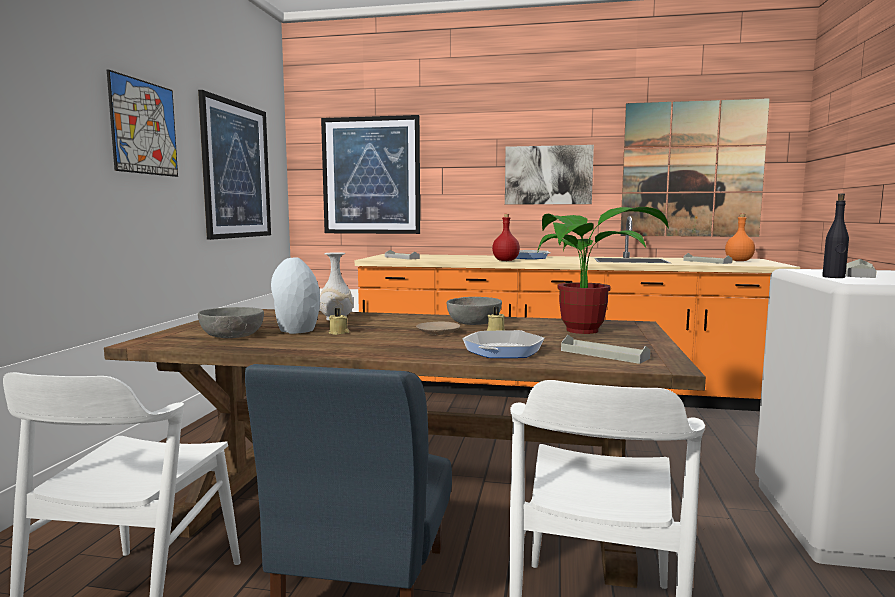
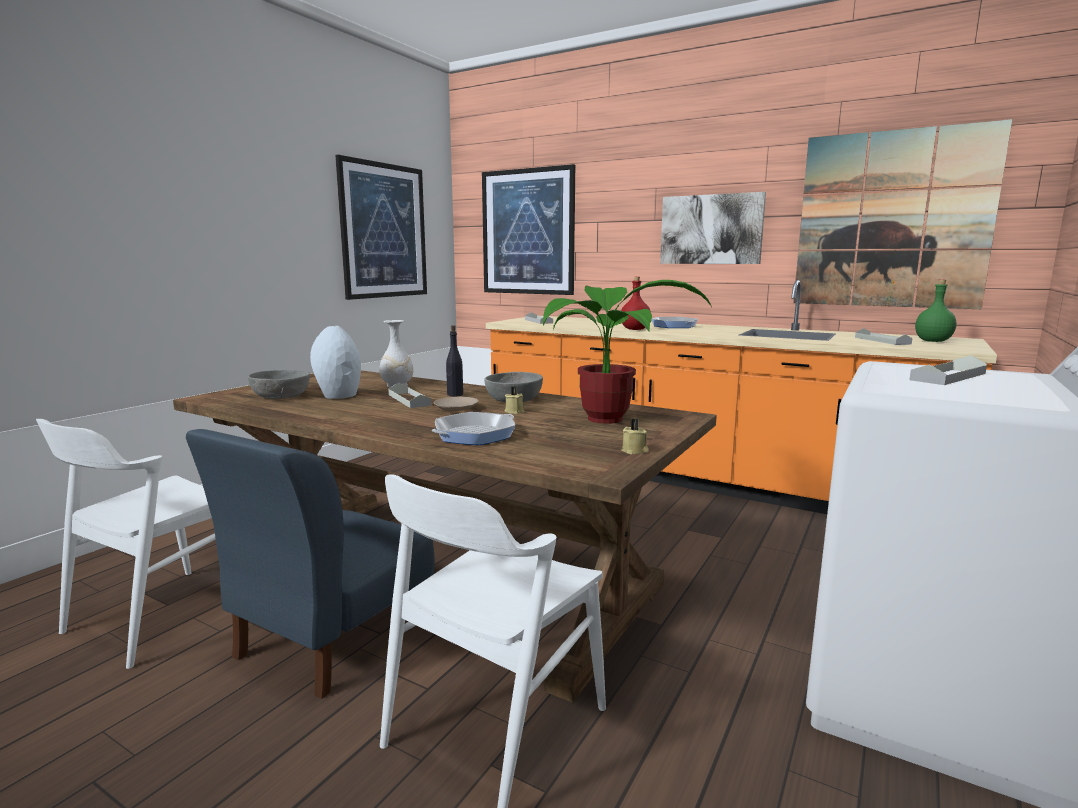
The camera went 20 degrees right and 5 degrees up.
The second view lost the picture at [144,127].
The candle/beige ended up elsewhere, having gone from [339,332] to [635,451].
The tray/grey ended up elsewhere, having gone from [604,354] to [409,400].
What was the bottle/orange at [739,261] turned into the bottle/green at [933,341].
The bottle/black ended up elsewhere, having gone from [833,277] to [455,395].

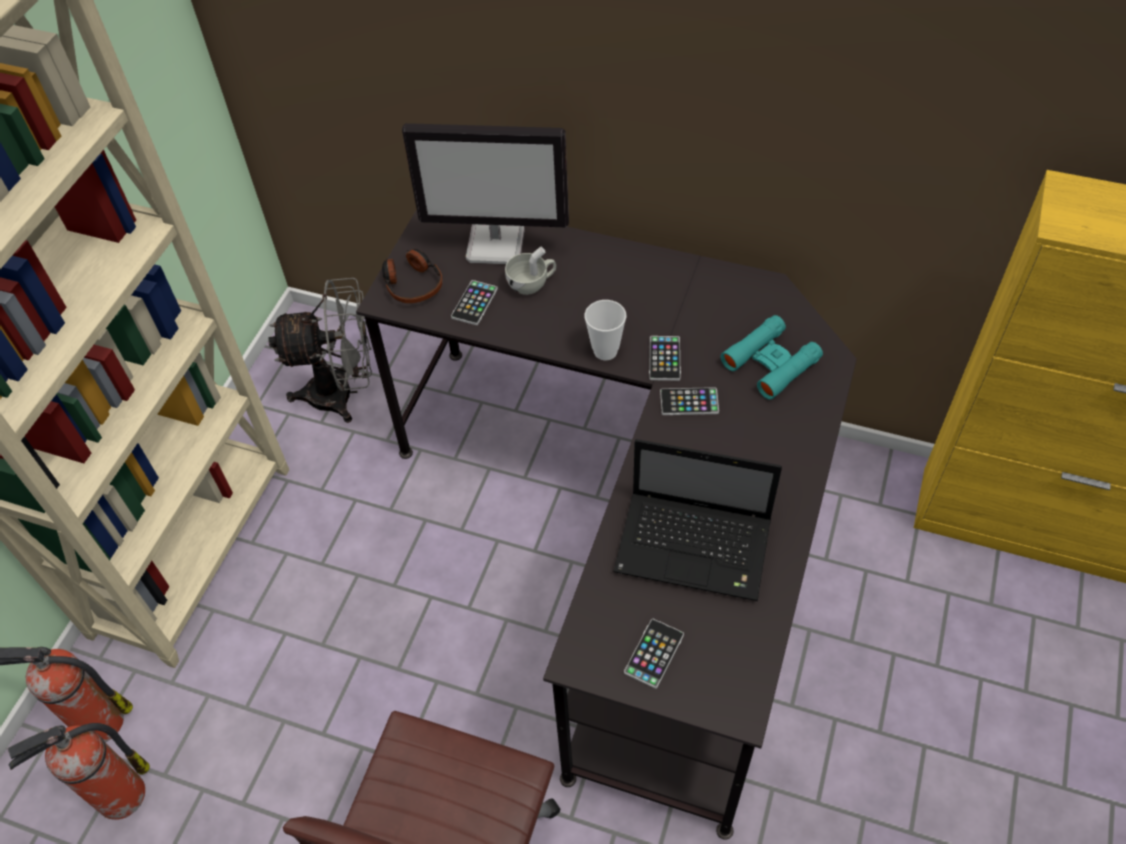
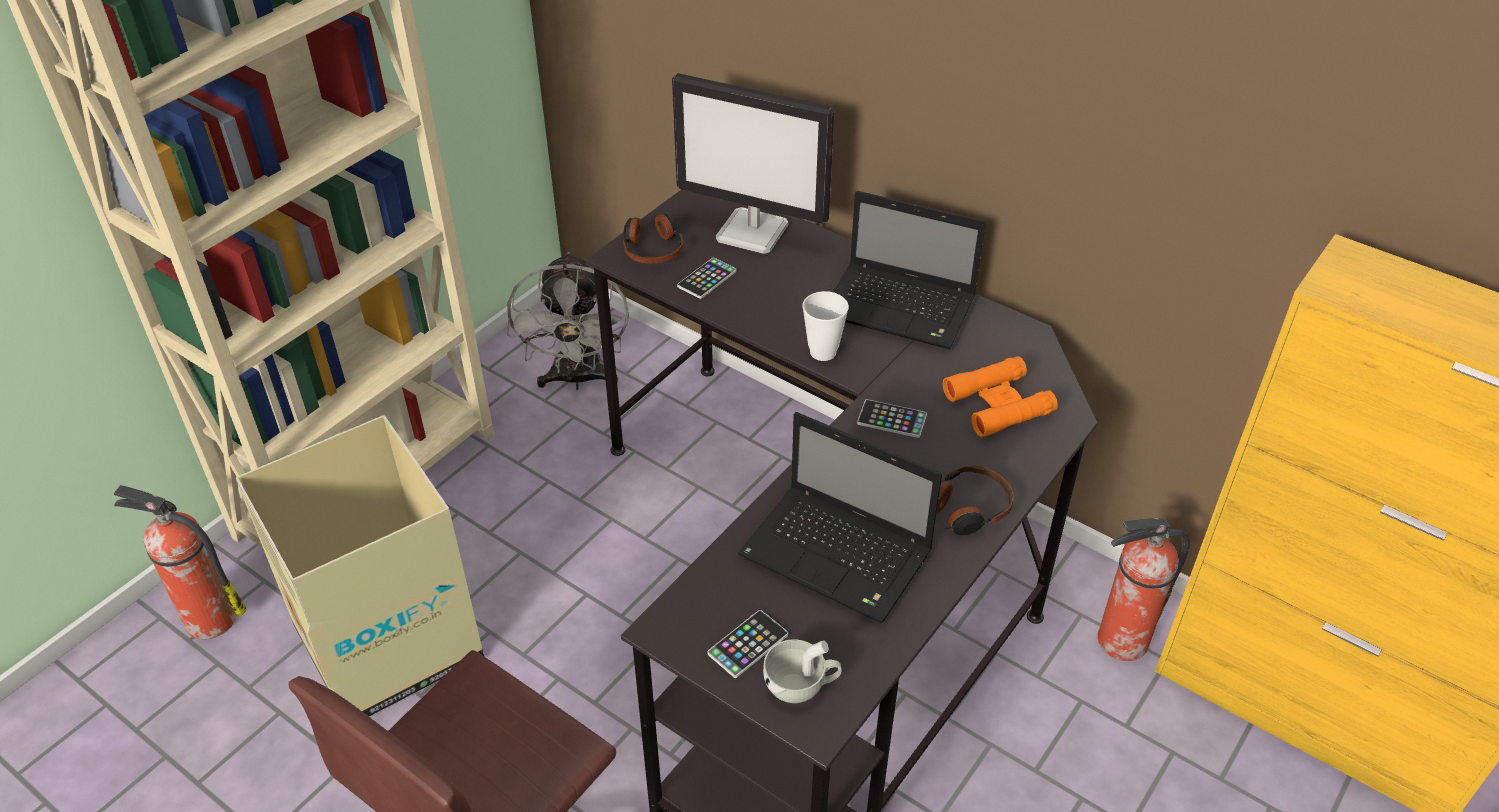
The camera went 15 degrees right and 10 degrees down.
The fire extinguisher ended up elsewhere, having gone from [118,797] to [1120,641].
The fan/grey at [343,394] ended up facing another way, 75 degrees clockwise from before.
The cup/white ended up elsewhere, having gone from [532,283] to [801,686].
The second view lost the phone at [664,359].
What was the binoculars/turquoise at [770,363] turned into the binoculars/orange at [998,404].
The second view gained the cardboard box at [388,641].
The second view gained the laptop at [902,308].
The second view gained the headphones at [966,509].

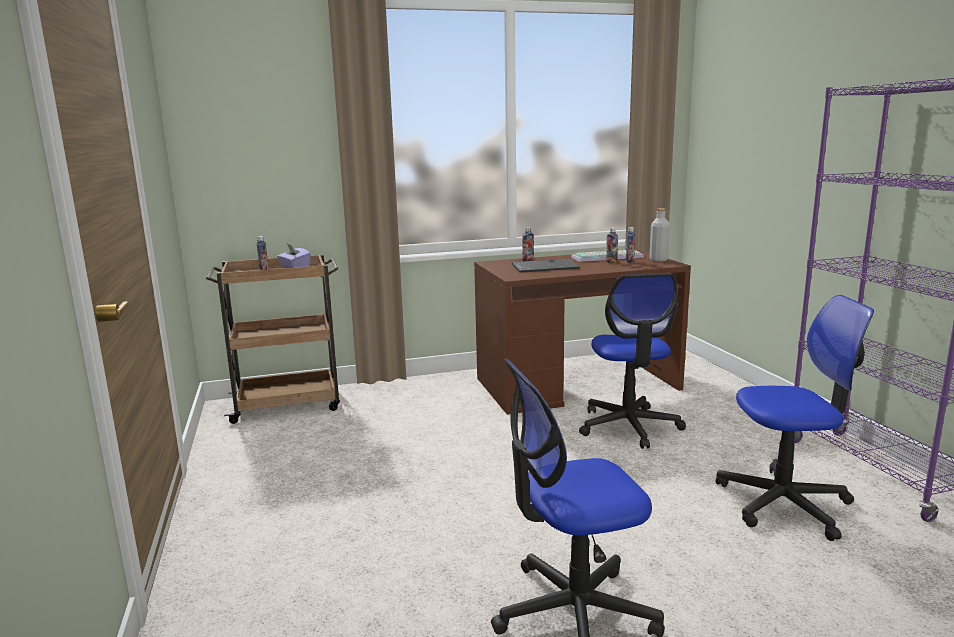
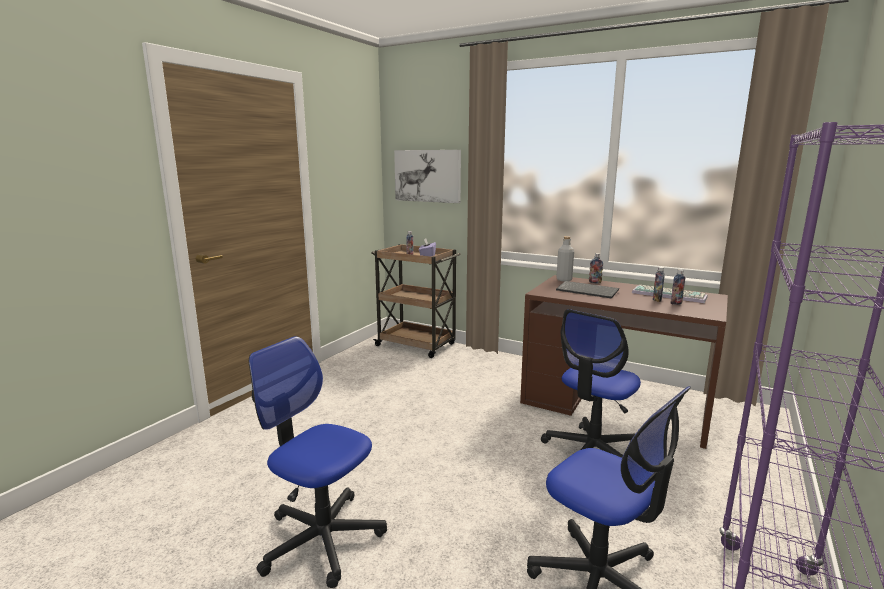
The camera went 45 degrees right and 0 degrees up.
The bottle/grey ended up elsewhere, having gone from [658,260] to [564,280].
The second view gained the picture at [428,176].

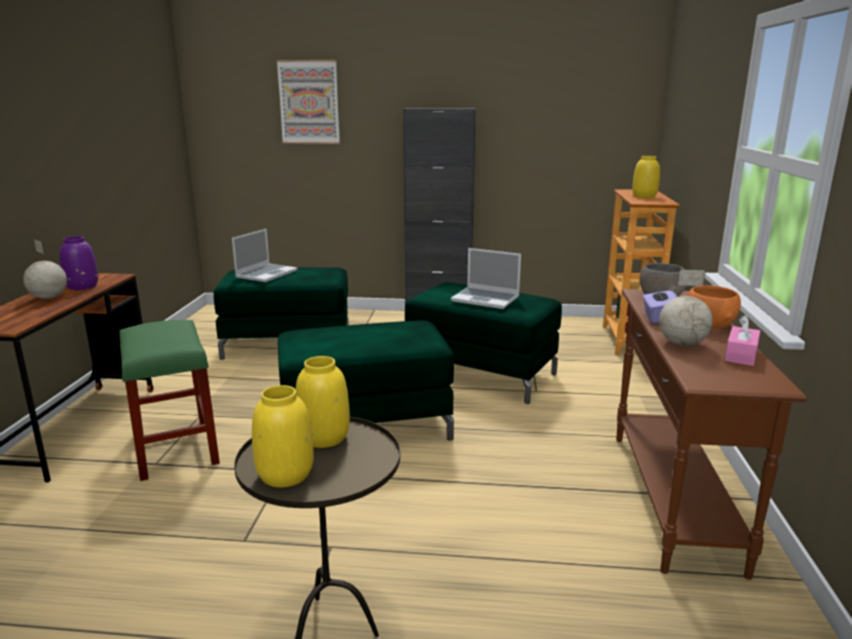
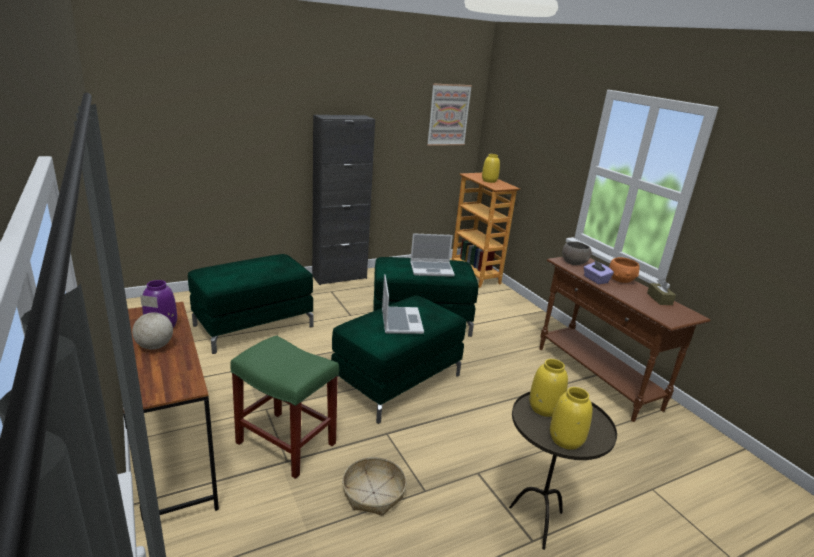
The camera went 35 degrees left and 5 degrees up.
The laptop ended up elsewhere, having gone from [266,274] to [400,321].
The picture ended up elsewhere, having gone from [309,102] to [448,115].
The second view lost the globe at [681,343].
What was the tissue box/pink at [741,355] turned into the tissue box/brown at [659,299].
The second view gained the basket at [373,493].

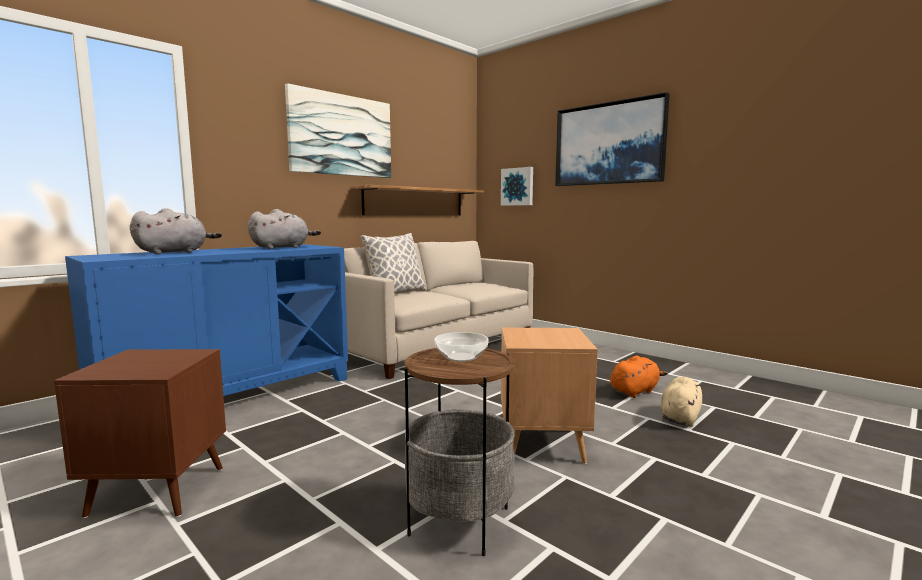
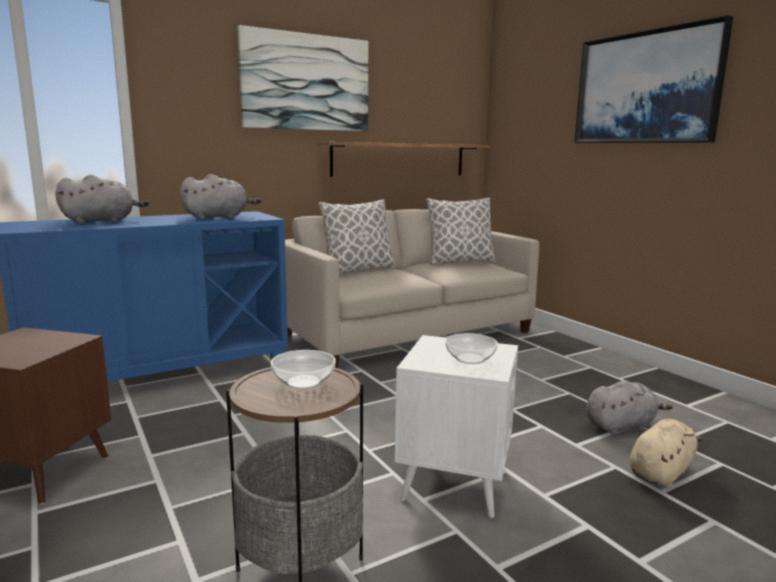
The camera went 15 degrees right and 5 degrees up.
The second view lost the picture at [517,186].
What was the side table/brown at [542,445] turned into the side table/white at [454,483].
What was the plush toy/orange at [635,391] turned into the plush toy/grey at [621,426].
The second view gained the pillow at [459,262].
The second view gained the bowl at [470,359].

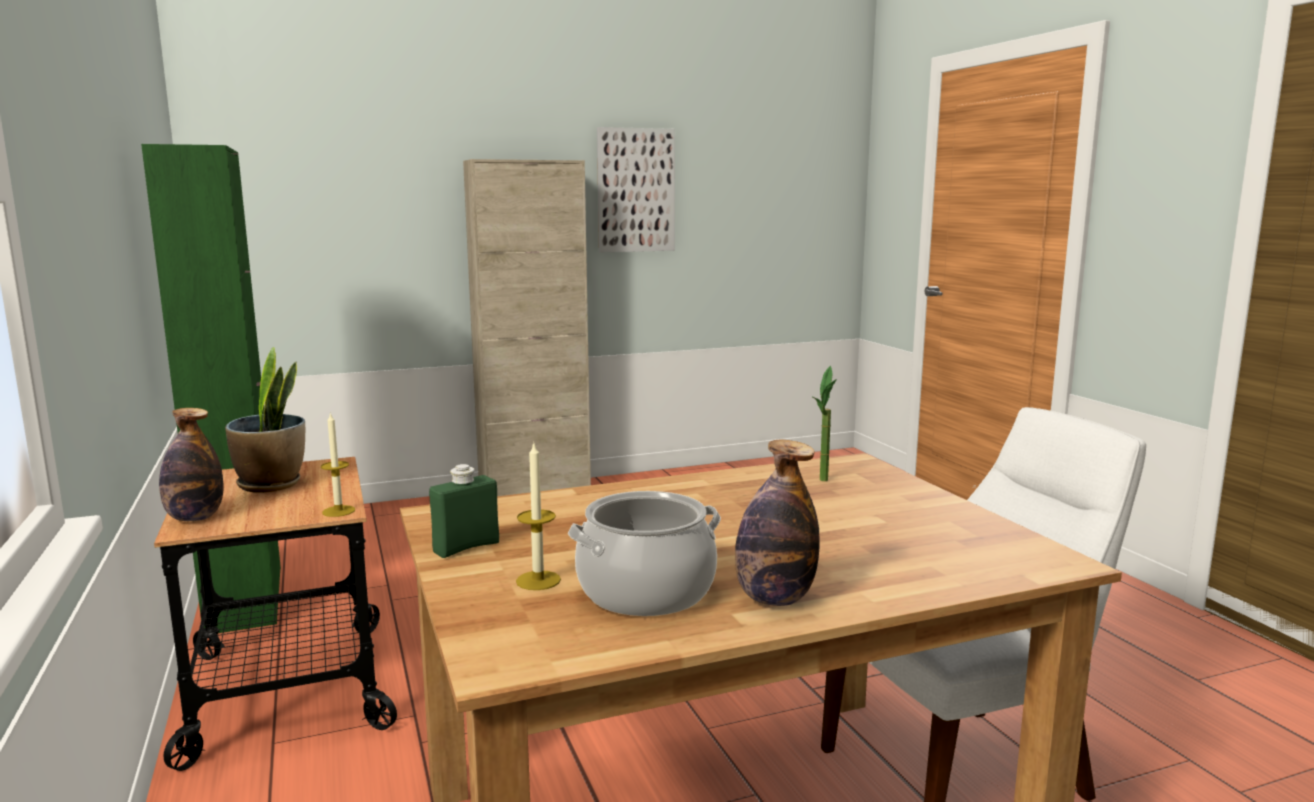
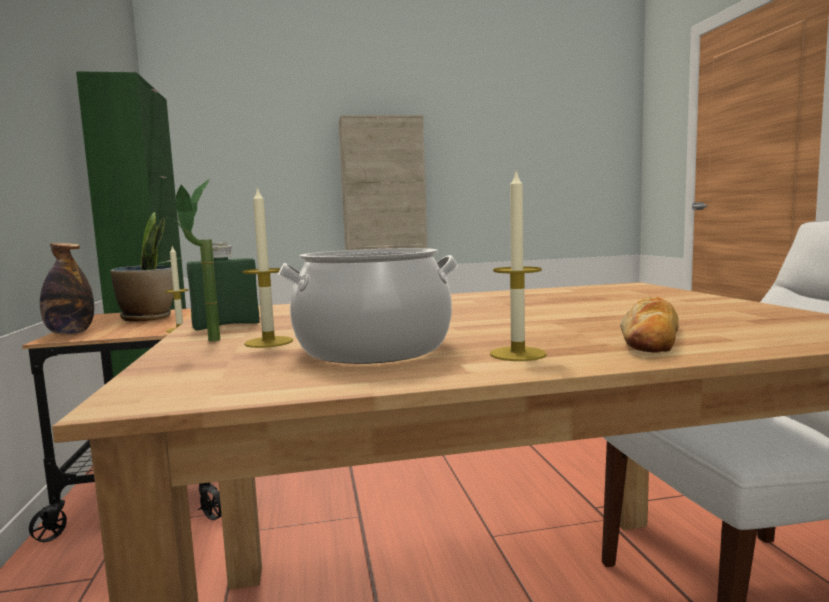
The camera went 10 degrees right and 5 degrees down.
The second view lost the picture at [636,190].
Where the bottle stood at [774,598], the candle came to stand at [518,354].
The potted plant ended up elsewhere, having gone from [824,482] to [206,342].
The second view gained the bread at [651,335].

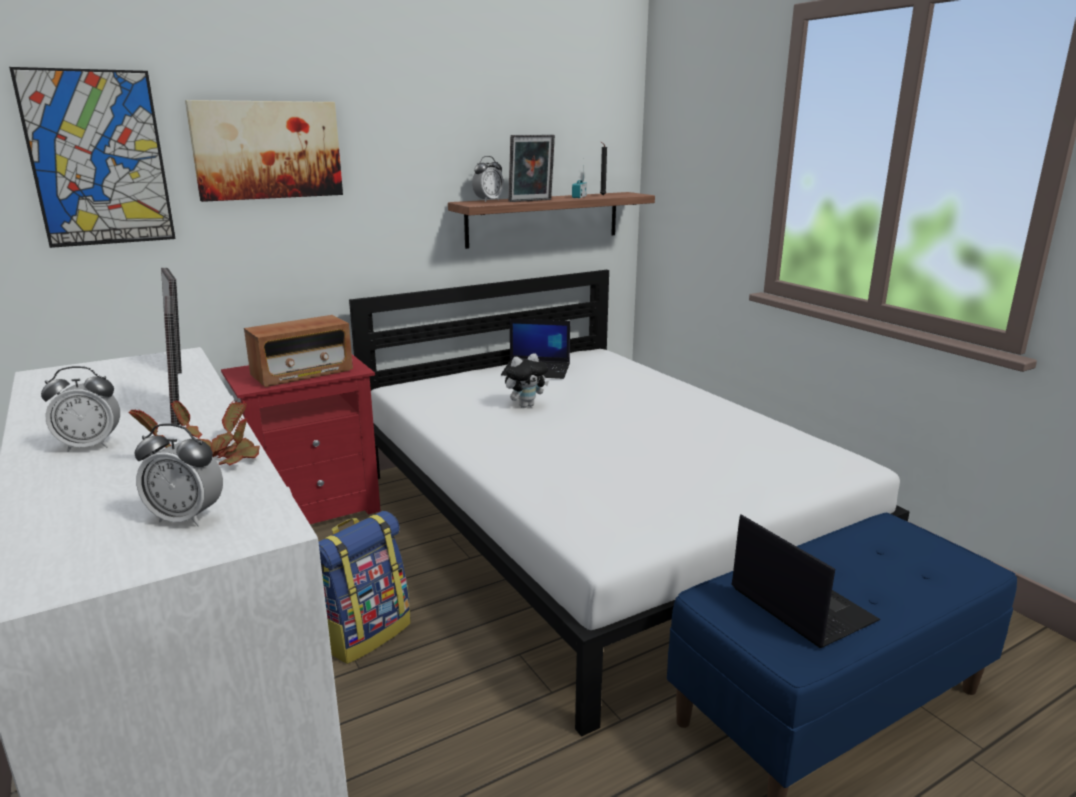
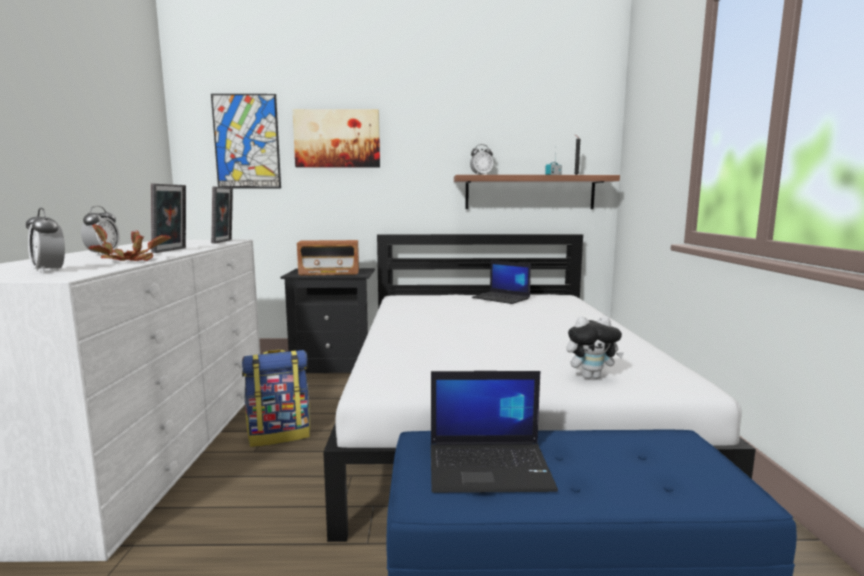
The camera went 30 degrees right and 10 degrees down.
The alarm clock at [90,445] ended up facing another way, 105 degrees counterclockwise from before.
What was the nightstand/red at [314,509] turned into the nightstand/black at [334,367].
The plush toy ended up elsewhere, having gone from [526,405] to [591,377].
The second view lost the picture frame at [531,201].
The laptop at [799,604] ended up facing another way, 90 degrees clockwise from before.

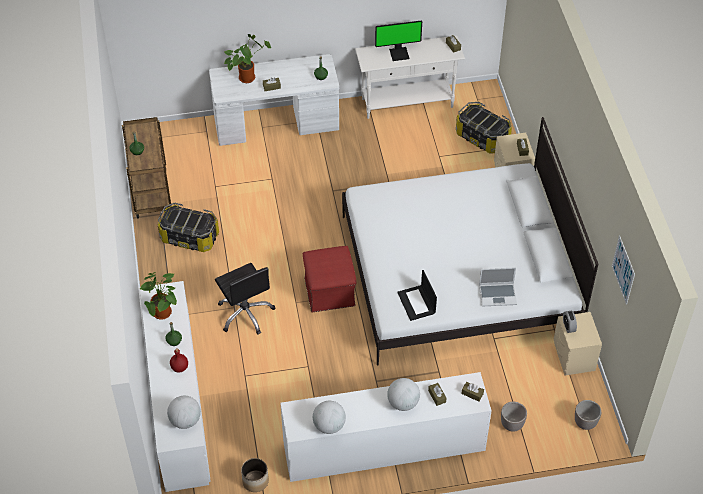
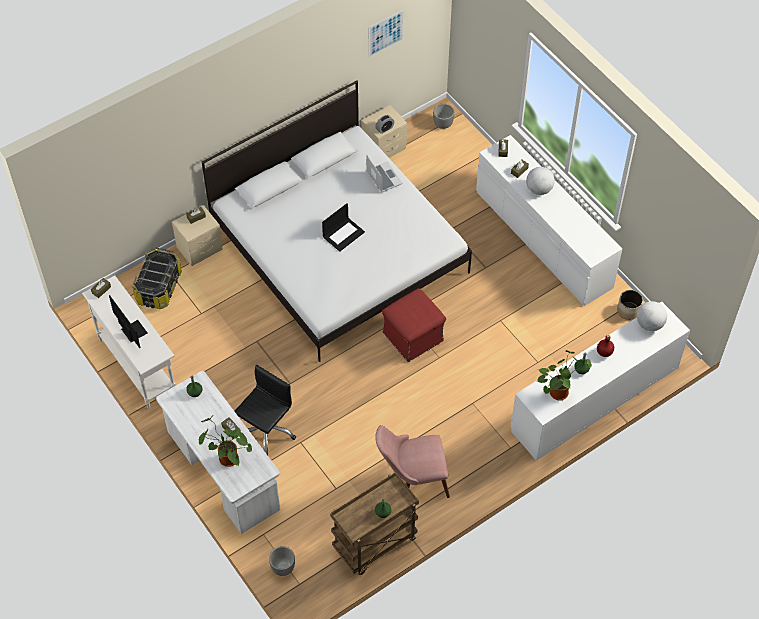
The camera went 115 degrees left and 5 degrees up.
Where the storage box stood at [190,237], the chair/pink came to stand at [412,479].
The office chair/black ended up elsewhere, having gone from [245,313] to [266,430].
The second view lost the globe at [329,425].
The laptop ended up elsewhere, having gone from [417,303] to [343,234].
The planter ended up elsewhere, having gone from [512,424] to [282,568].

